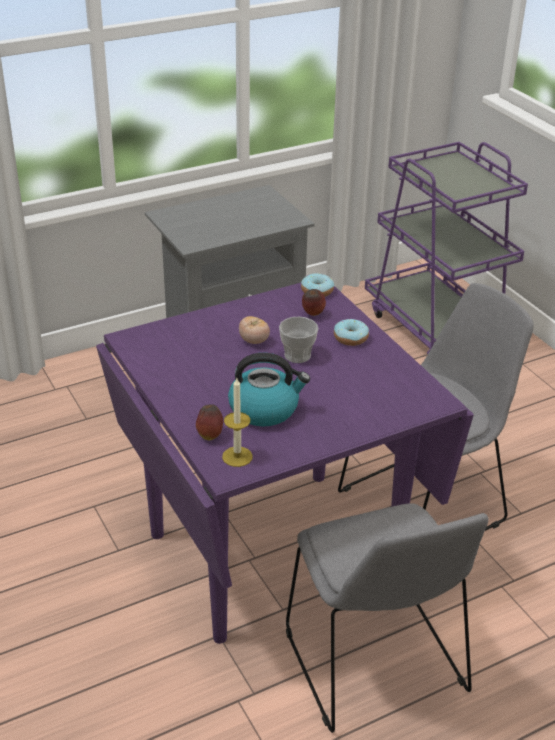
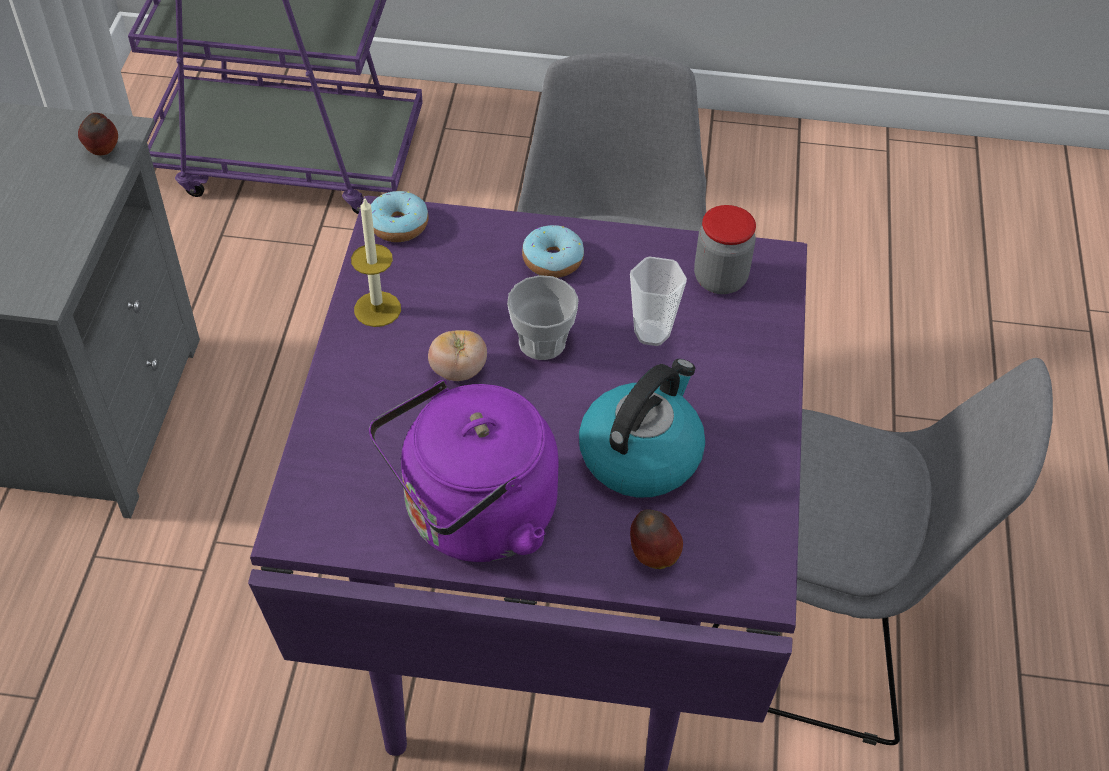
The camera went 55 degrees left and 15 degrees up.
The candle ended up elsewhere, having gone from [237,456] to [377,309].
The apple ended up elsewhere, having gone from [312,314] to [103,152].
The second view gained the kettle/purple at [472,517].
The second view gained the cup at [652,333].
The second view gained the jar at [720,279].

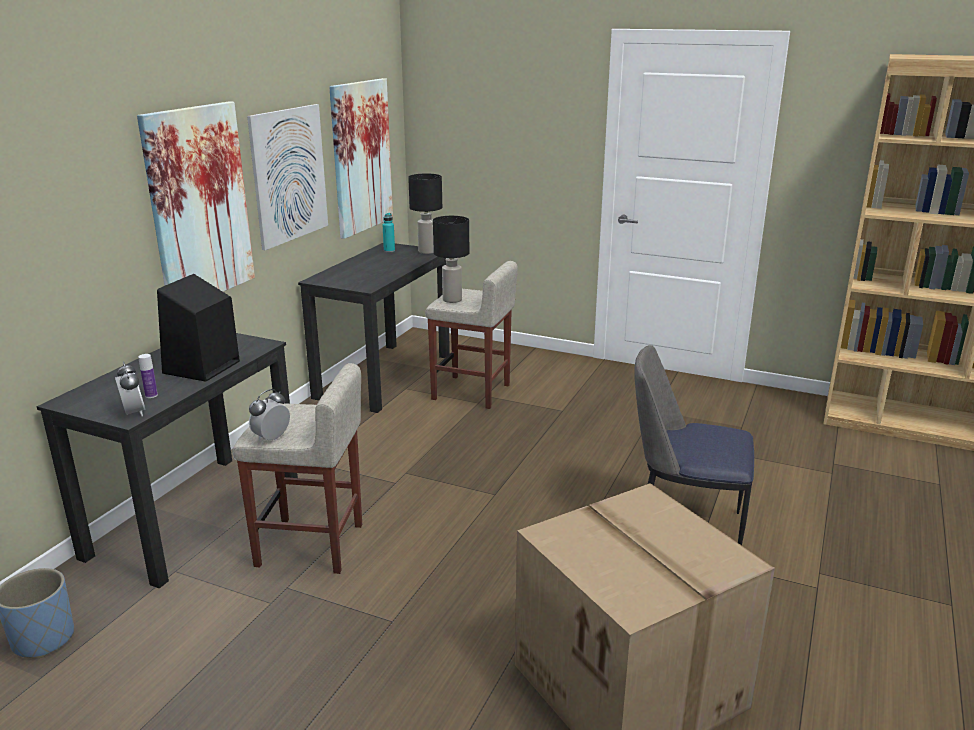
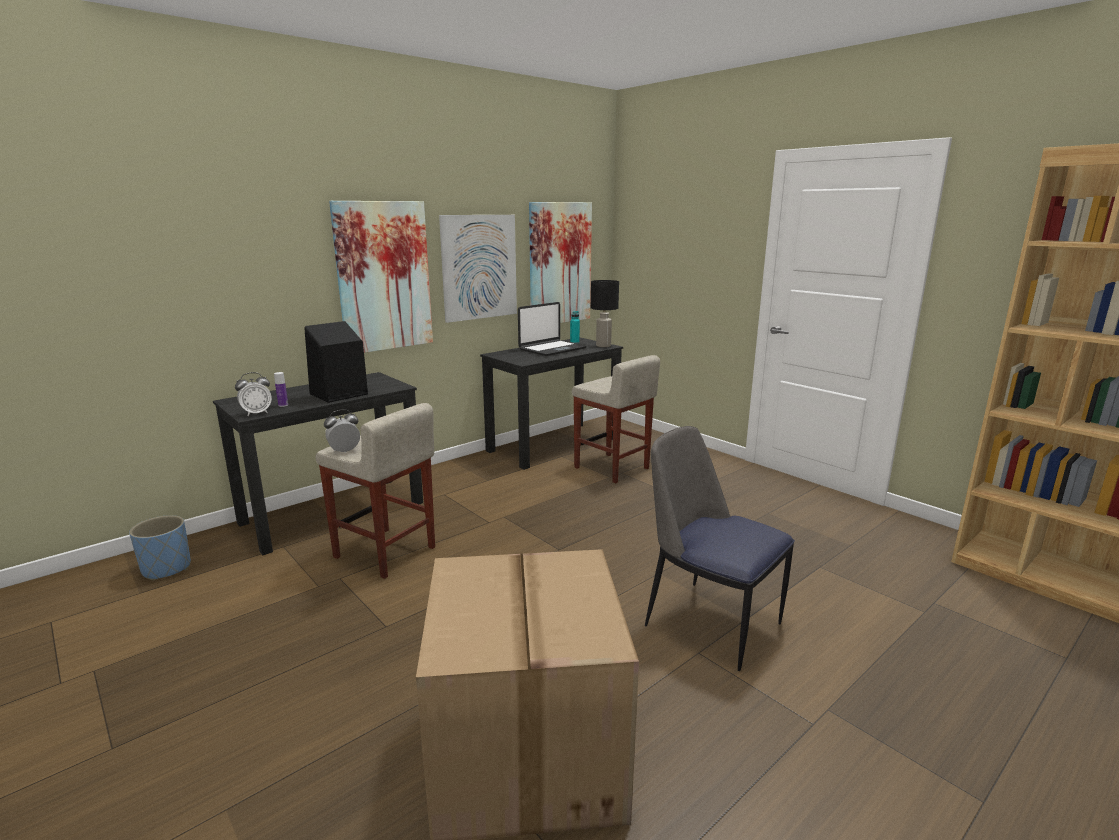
The camera went 25 degrees right and 5 degrees down.
The alarm clock at [133,413] ended up facing another way, 60 degrees clockwise from before.
The second view lost the table lamp/black at [451,300].
The second view gained the laptop at [551,349].

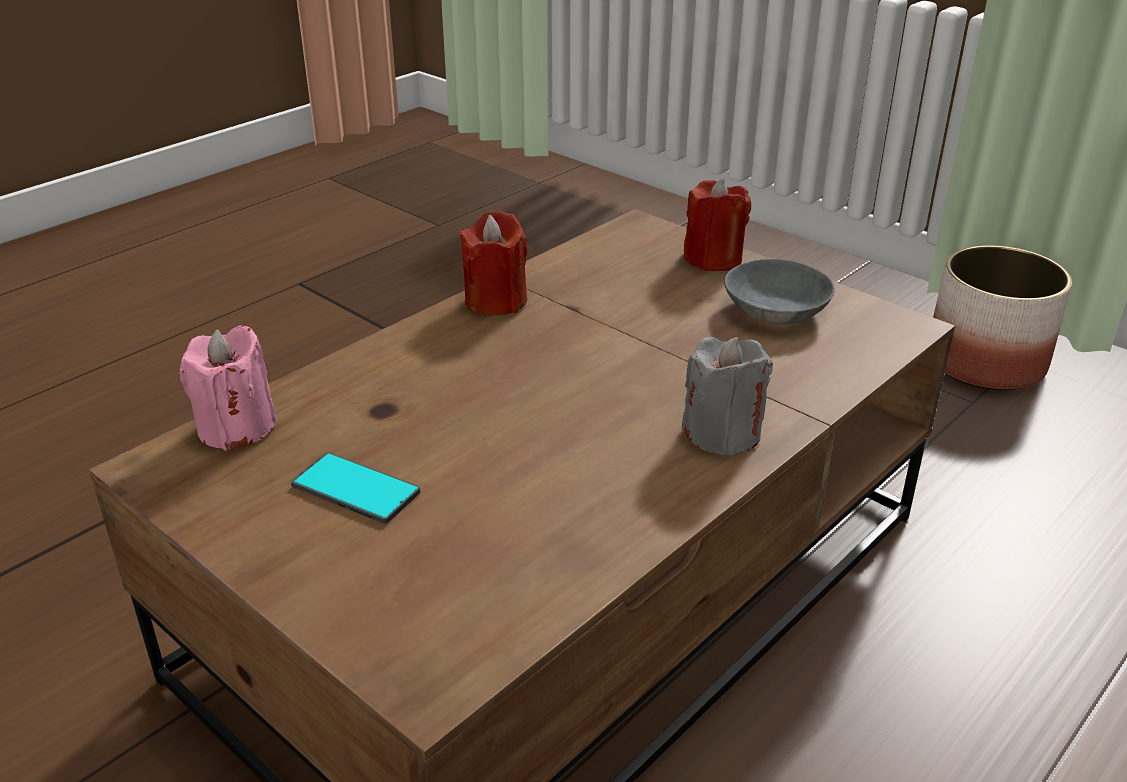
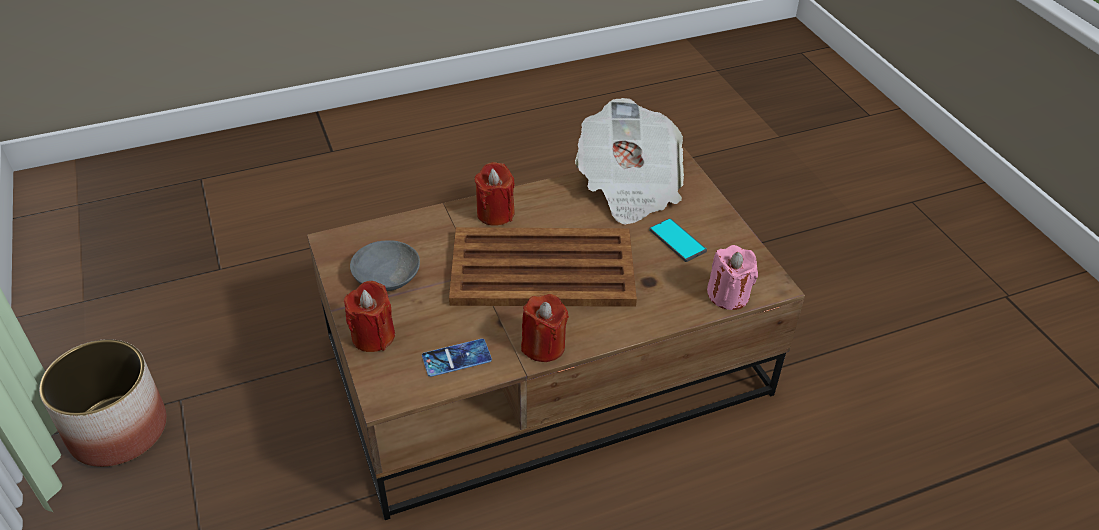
The camera went 155 degrees left and 10 degrees up.
What was the candle/grey at [722,433] turned into the candle/red at [495,213].
The second view gained the phone at [456,358].
The second view gained the tray/brown at [544,269].
The second view gained the newspaper at [628,186].

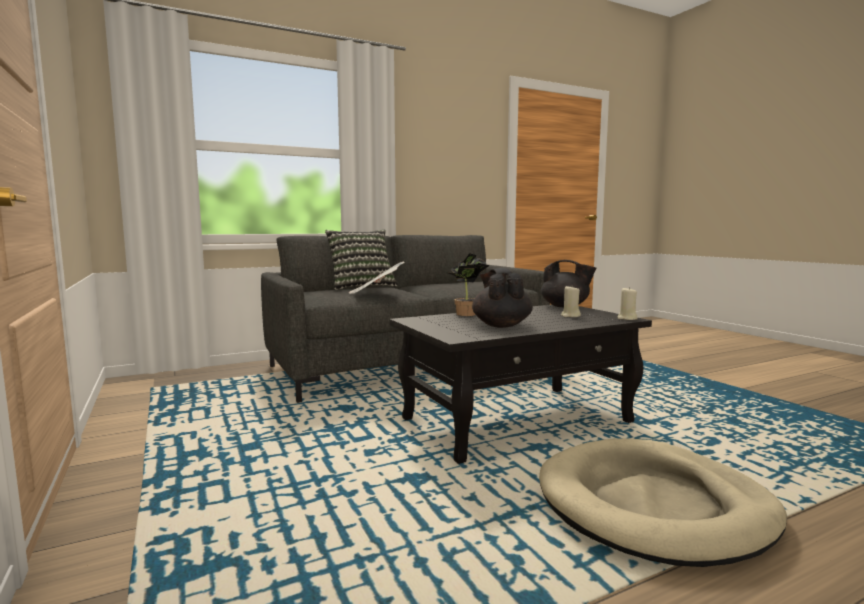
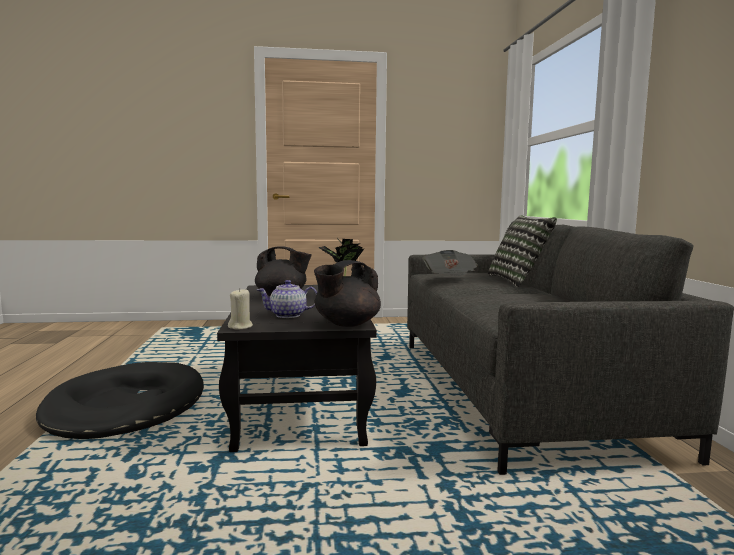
The camera went 110 degrees right and 0 degrees up.
What was the dog bed/beige at [654,506] turned into the dog bed/black at [126,406].
Where the candle/beige stood at [570,316], the teapot came to stand at [288,315].

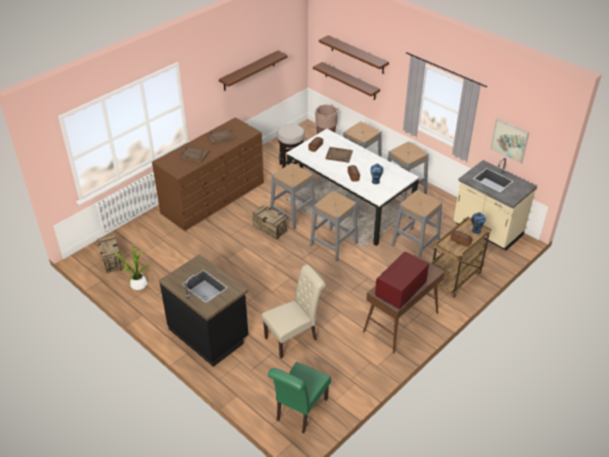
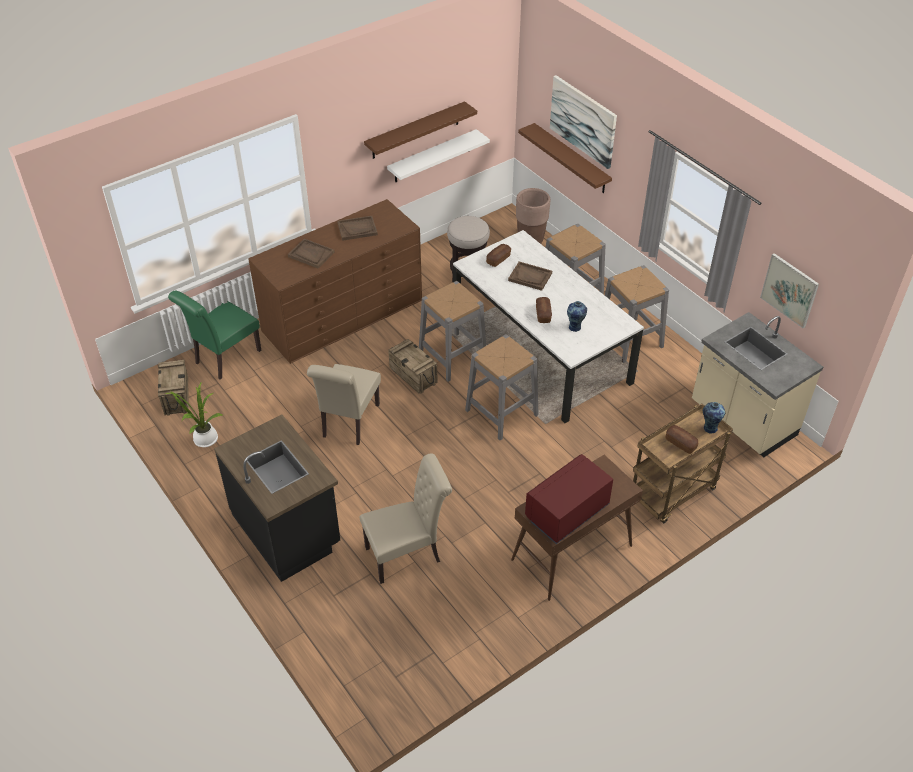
The camera went 10 degrees right and 5 degrees up.
The chair/green ended up elsewhere, having gone from [299,412] to [224,358].
Where the shelf/brown hung at [357,55], the picture came to hang at [583,121].
The second view lost the stool/grey at [415,243].
The second view gained the chair/beige at [349,423].
The second view gained the shelf/white at [432,156].

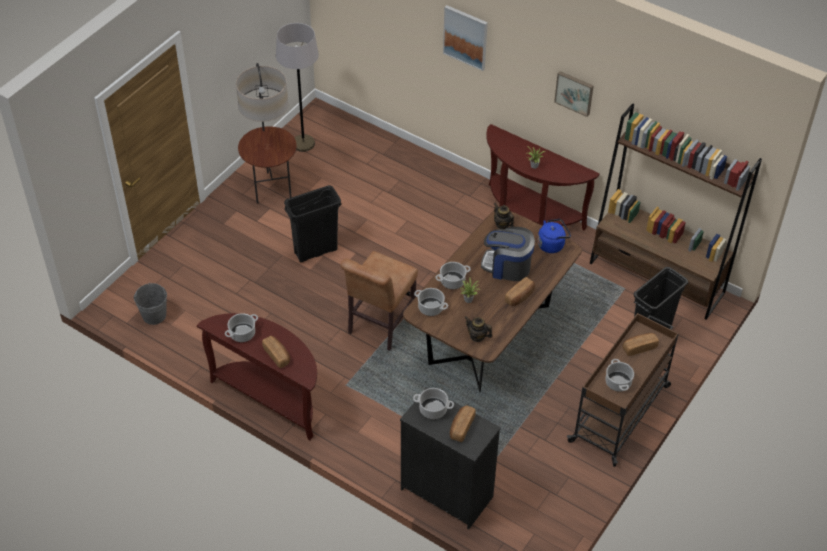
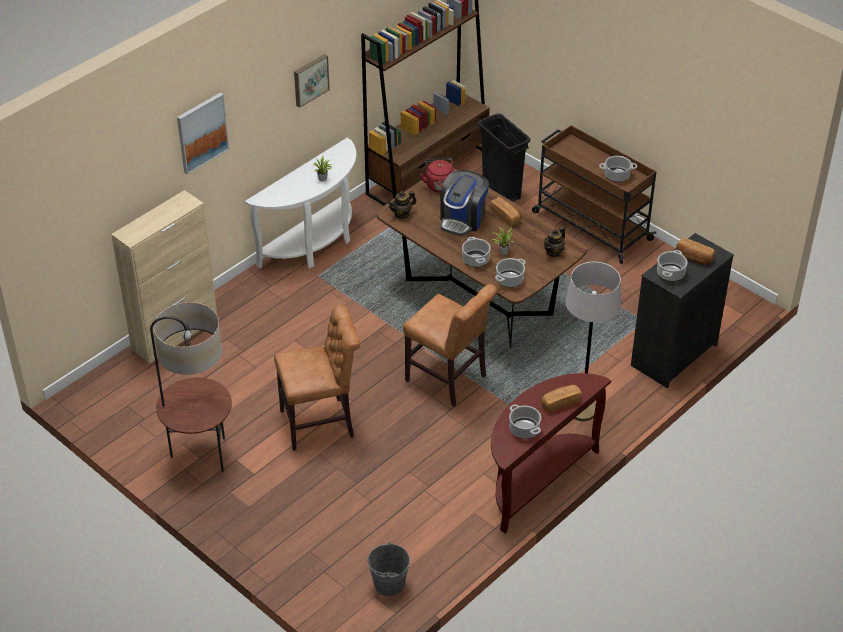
The camera went 80 degrees left and 5 degrees down.
The floor lamp/grey ended up elsewhere, having gone from [303,144] to [582,410].
Where the trash can/black stood at [315,251], the chair/brown came to stand at [321,423].
What was the console table/brown at [529,214] turned into the console table/white at [314,244].
What was the kettle/blue at [552,244] turned into the kettle/red at [439,184].
The second view lost the bread at [639,347].
The second view gained the cabinet/beige at [175,333].

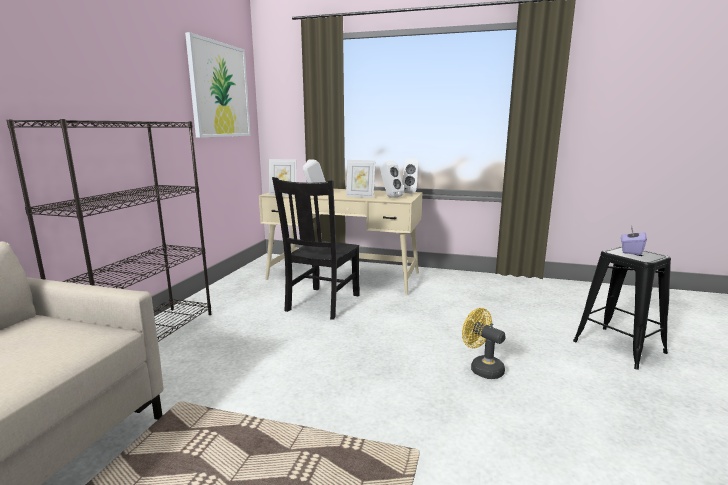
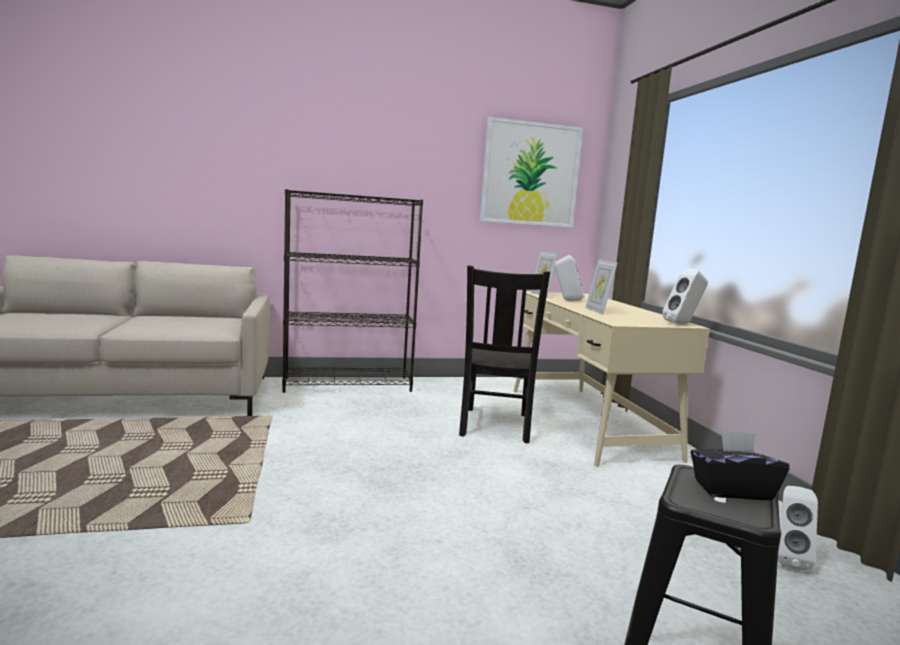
The camera went 60 degrees right and 5 degrees down.
The chair/black at [322,303] ended up facing another way, 75 degrees counterclockwise from before.
The speaker/white ended up elsewhere, having gone from [390,197] to [787,559].
The second view lost the fan/yellow at [482,368].
What was the tissue box/purple at [631,251] turned into the tissue box/black at [732,490].

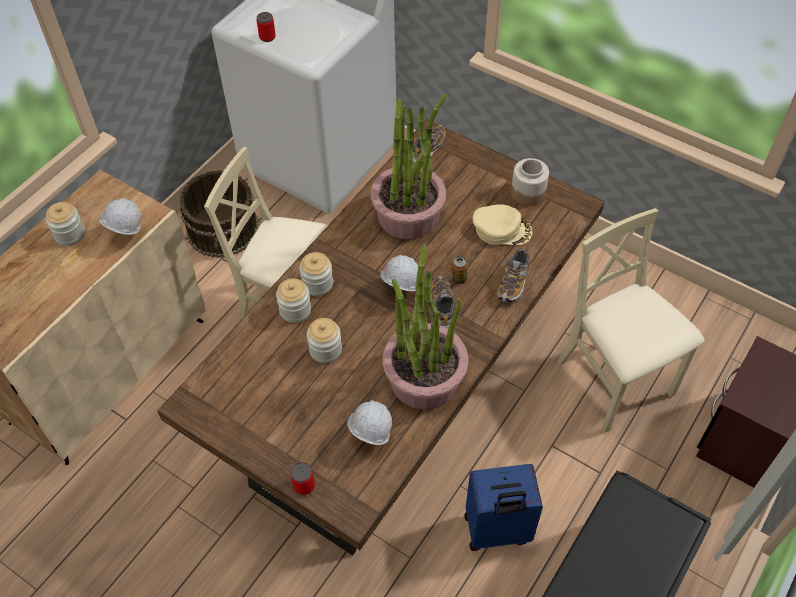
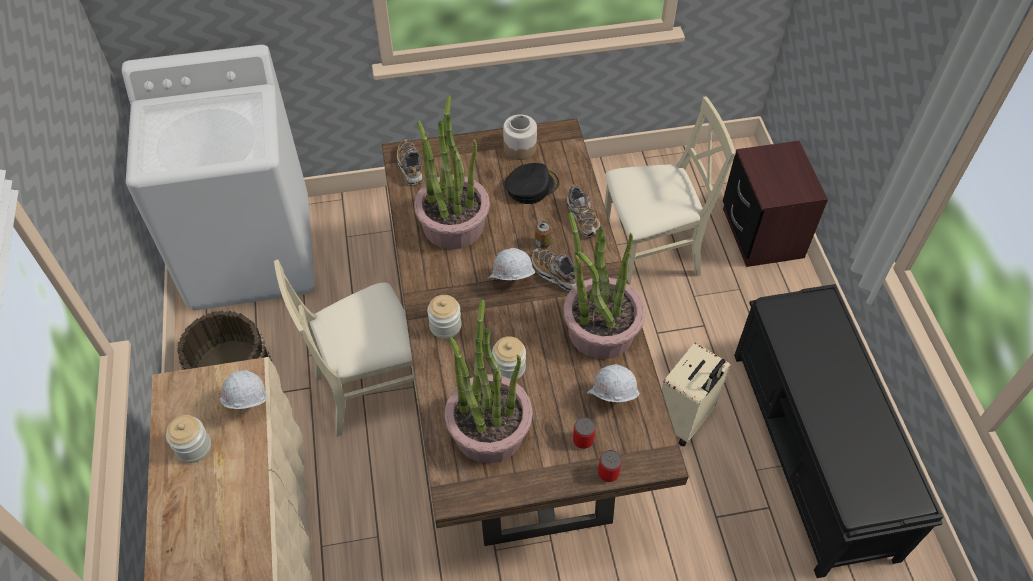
The camera went 45 degrees left and 0 degrees up.
The can ended up elsewhere, having gone from [267,37] to [583,440].
The second view lost the jar at [295,310].
What was the suitcase/blue at [497,531] turned into the suitcase/beige at [684,419].
What was the cap/beige at [502,229] turned into the cap/black at [531,186].
The chair/beige at [614,380] ended up facing another way, 150 degrees clockwise from before.
The second view gained the potted plant at [489,430].

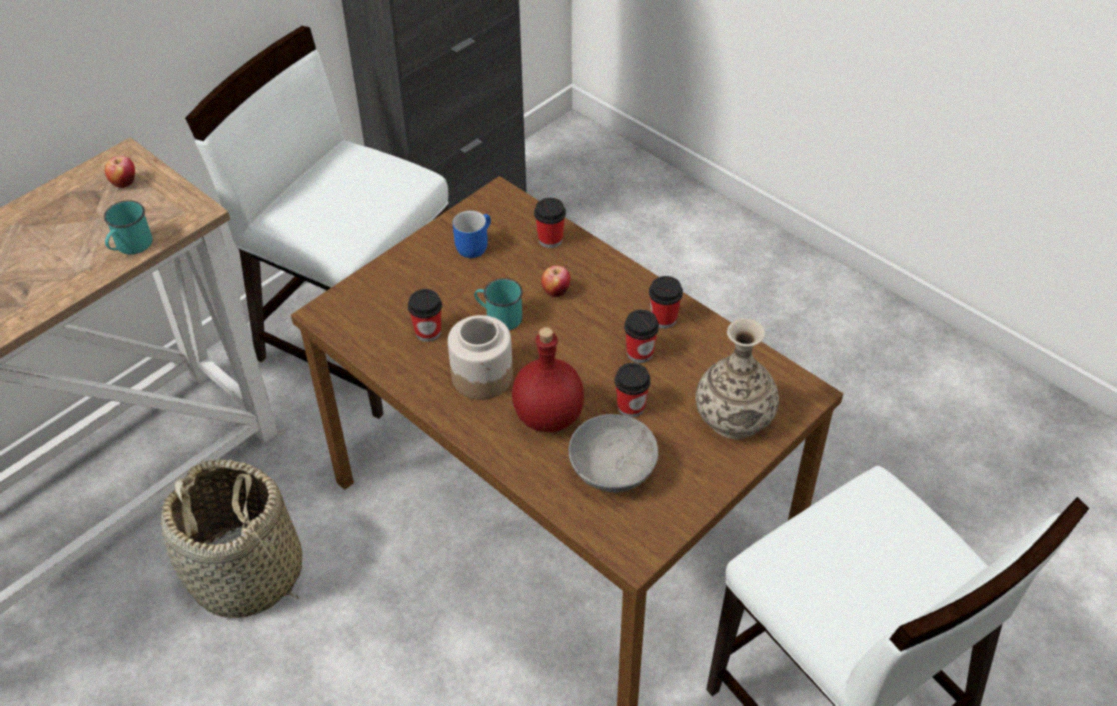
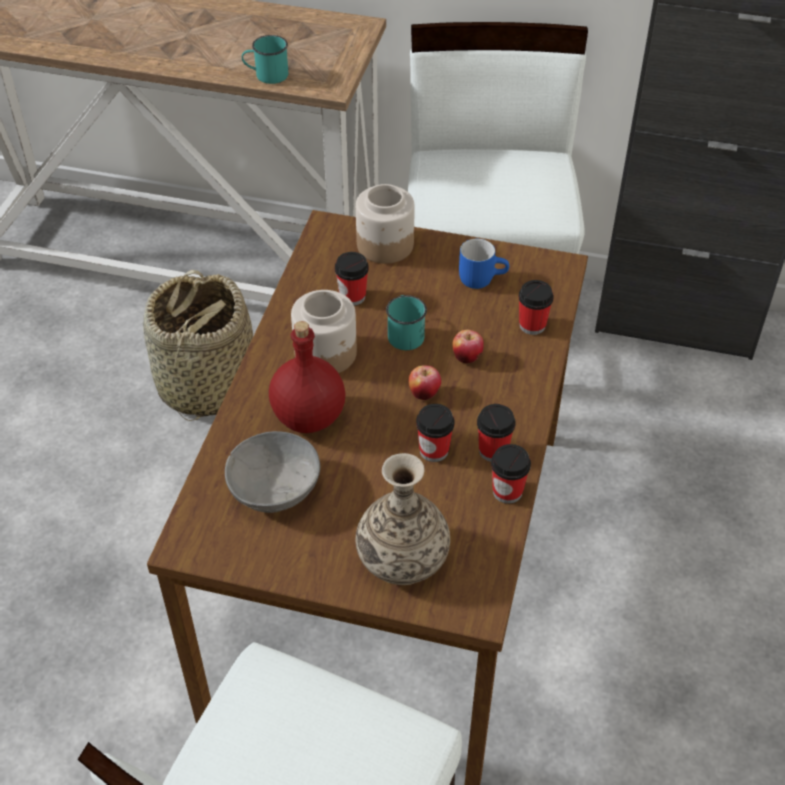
The camera went 60 degrees right and 0 degrees up.
The apple ended up elsewhere, having gone from [124,183] to [424,393].
The cup ended up elsewhere, having gone from [631,407] to [507,491].
The second view gained the jar at [384,245].

